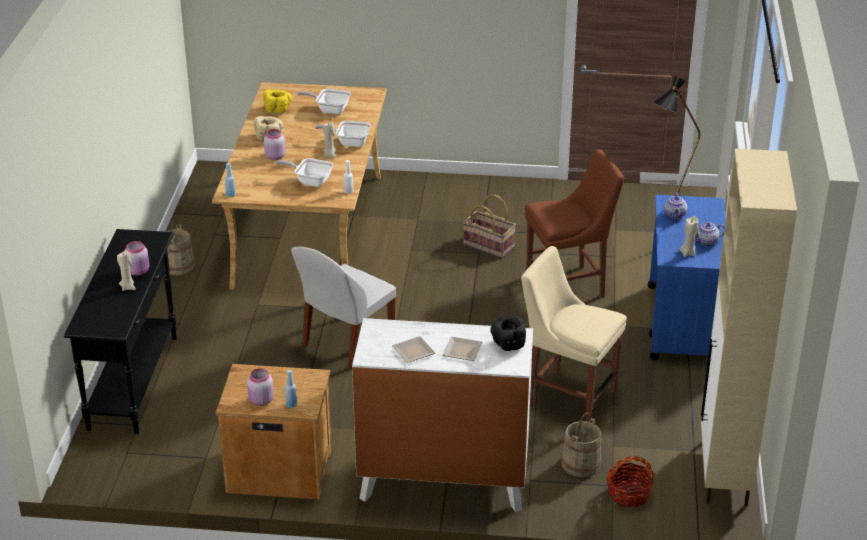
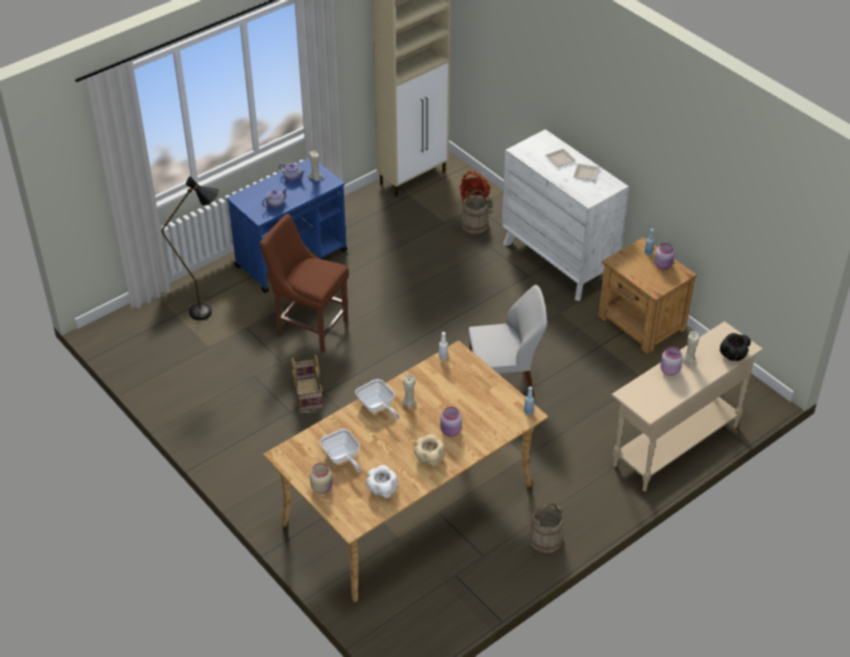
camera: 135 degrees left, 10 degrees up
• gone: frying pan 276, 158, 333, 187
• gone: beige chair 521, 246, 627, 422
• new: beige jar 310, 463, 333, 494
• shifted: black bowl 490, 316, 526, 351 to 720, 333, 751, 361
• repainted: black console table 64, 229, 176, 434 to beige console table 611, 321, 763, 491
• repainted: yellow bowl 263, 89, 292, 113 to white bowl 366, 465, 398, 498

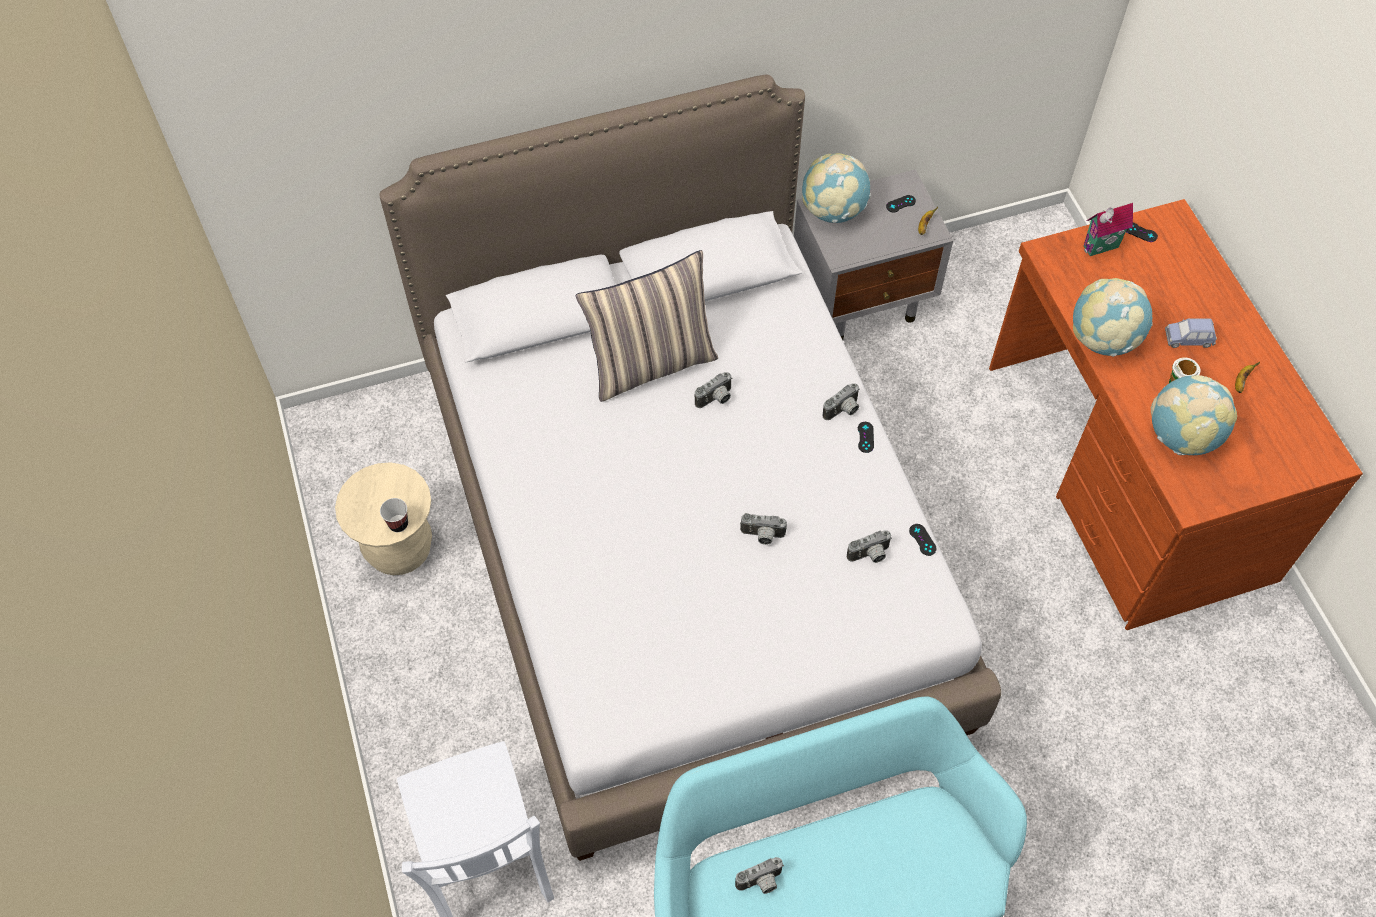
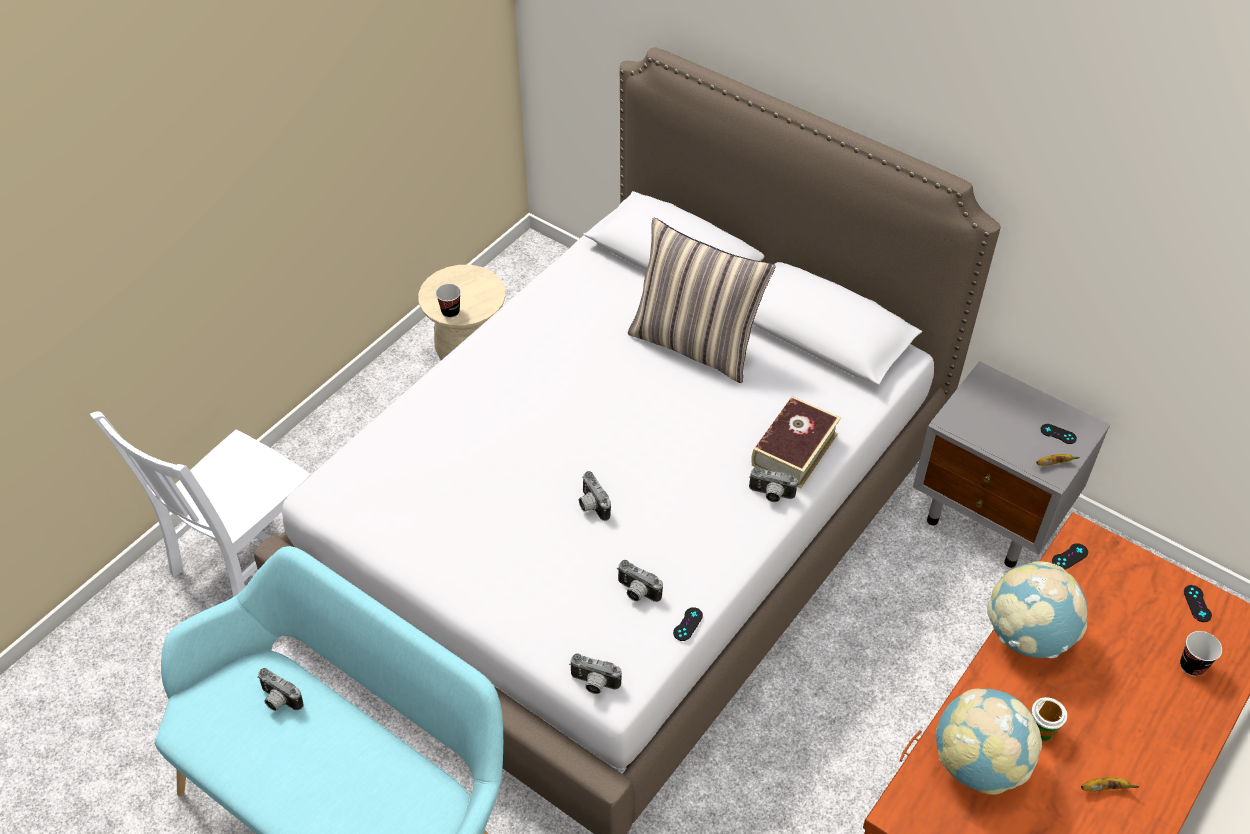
camera: 55 degrees right, 10 degrees down
• gone: globe 802, 153, 871, 223
• gone: toy house 1084, 203, 1133, 256
• gone: blue toy car 1165, 318, 1217, 348
• new: book 751, 396, 841, 488
• new: cup 1180, 631, 1222, 676
• shifted: photo camera 695, 372, 732, 408 to 569, 653, 622, 694
• shifted: black game controller 858, 422, 874, 453 to 1052, 543, 1088, 570

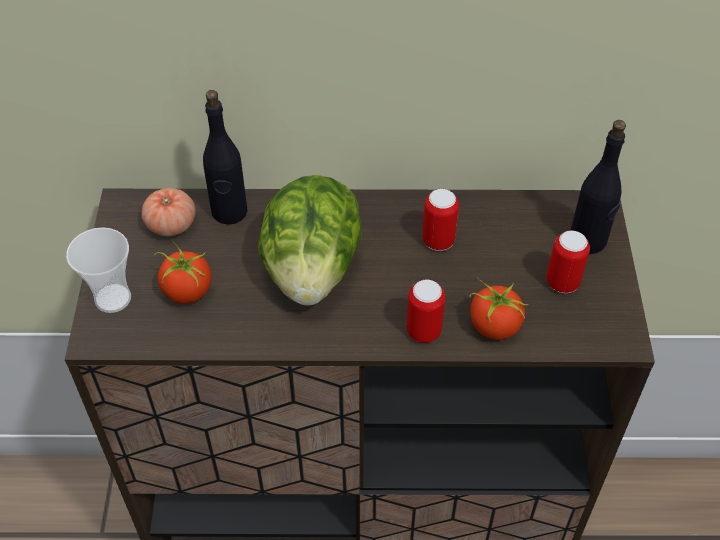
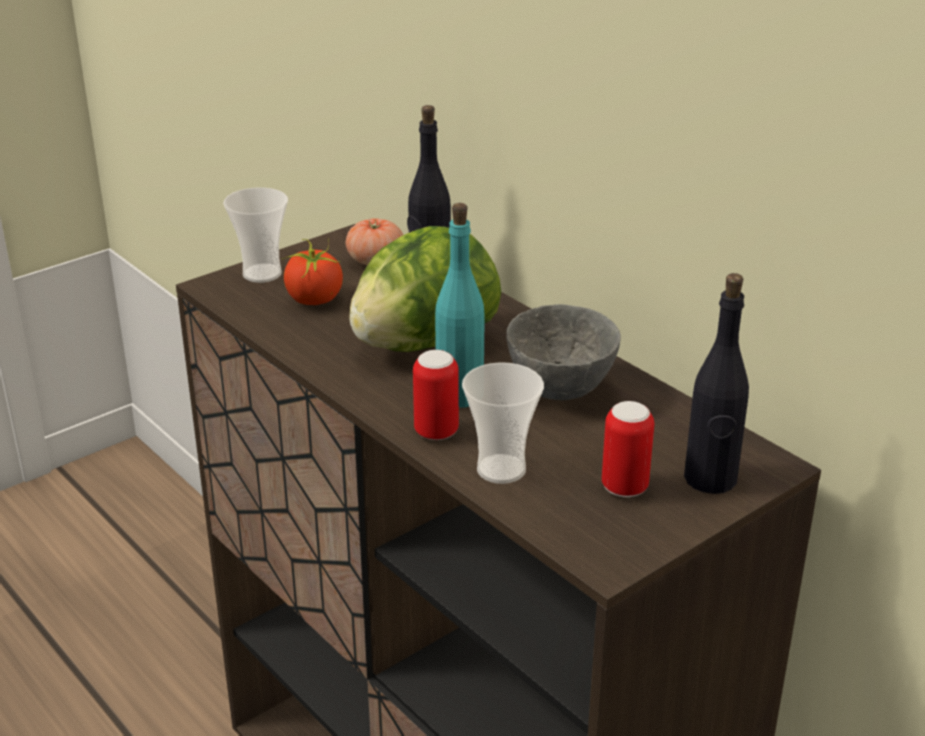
camera: 50 degrees right, 20 degrees down
• new: turquoise bottle 435, 203, 485, 408
• swapped: can 422, 189, 459, 251 to grey bowl 506, 304, 621, 400
• swapped: tomato 470, 278, 529, 340 to cup 462, 362, 544, 484

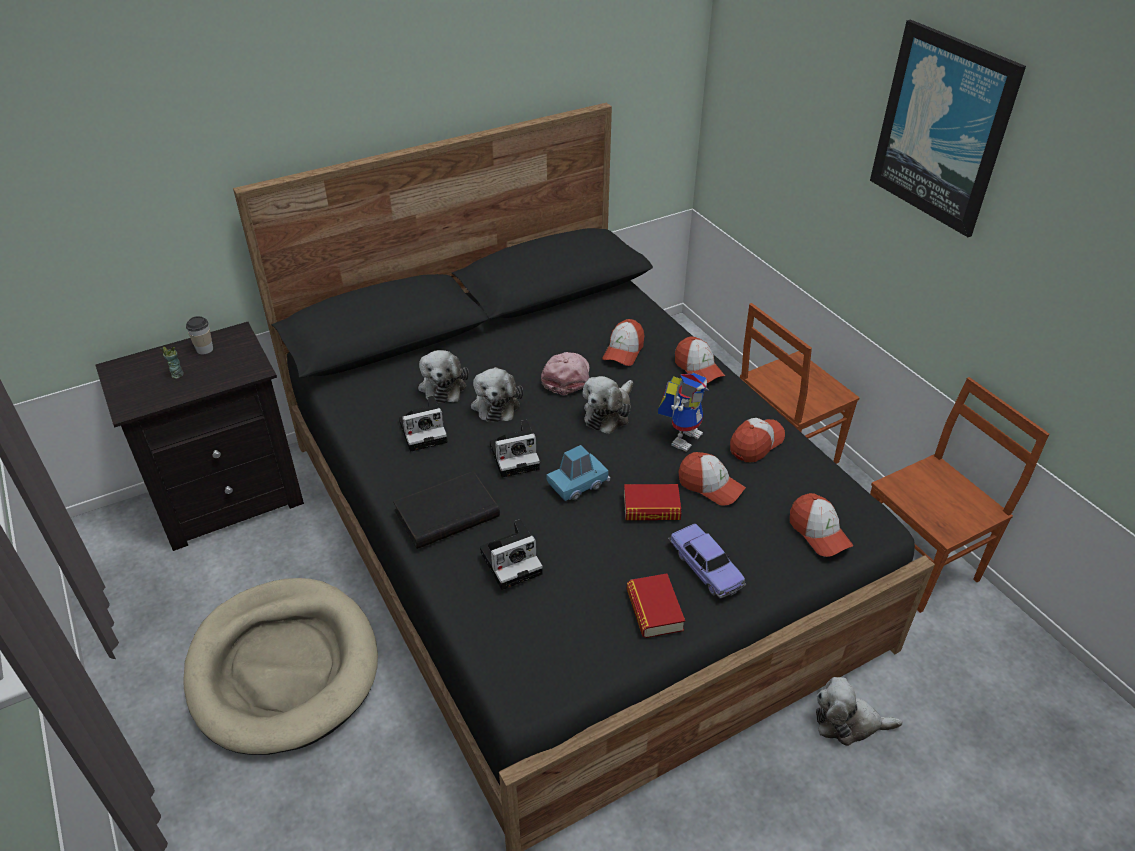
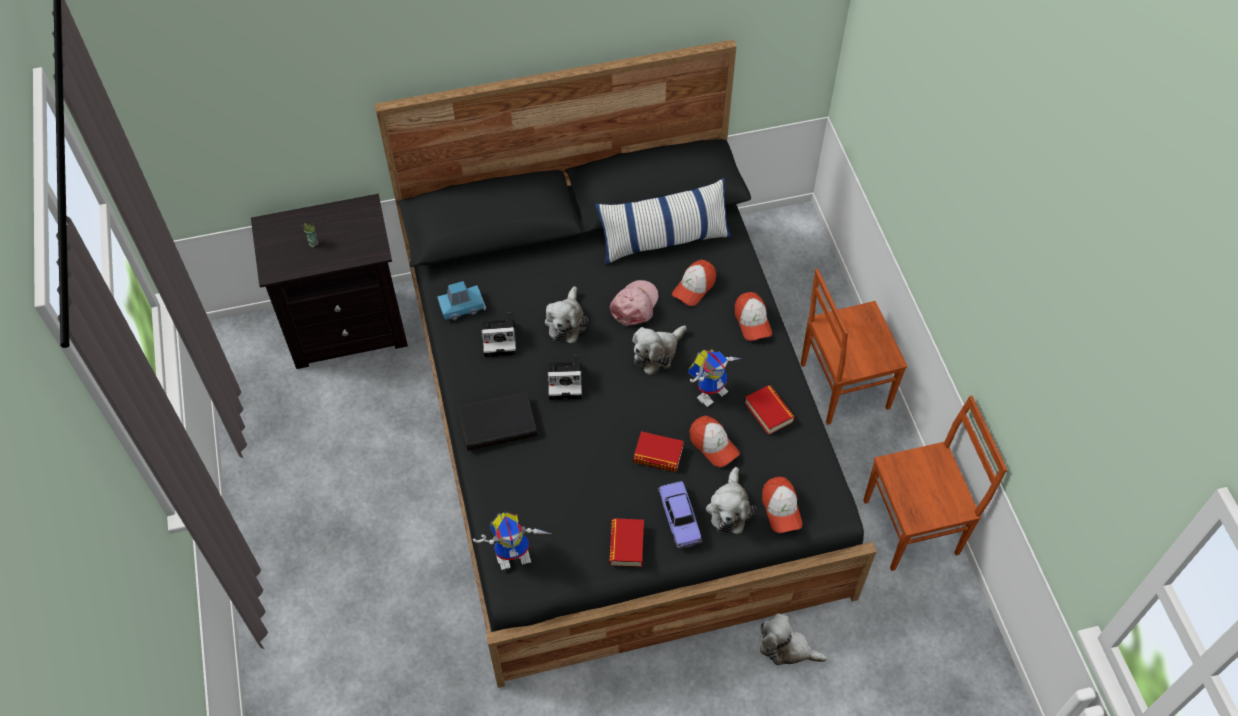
camera: 15 degrees right, 15 degrees up
• gone: beige dog bed 183, 578, 378, 755
• gone: cup 186, 316, 213, 354
• gone: photo camera 480, 519, 543, 590
• gone: picture 870, 20, 1026, 237
• new: toy robot 473, 512, 551, 570
• new: pillow 595, 178, 731, 265
• shifted: plush toy 418, 350, 469, 403 to 706, 467, 756, 534
• shifted: blue toy car 546, 445, 611, 501 to 437, 281, 486, 320
• swapped: cap 730, 418, 785, 462 to book 745, 385, 795, 435

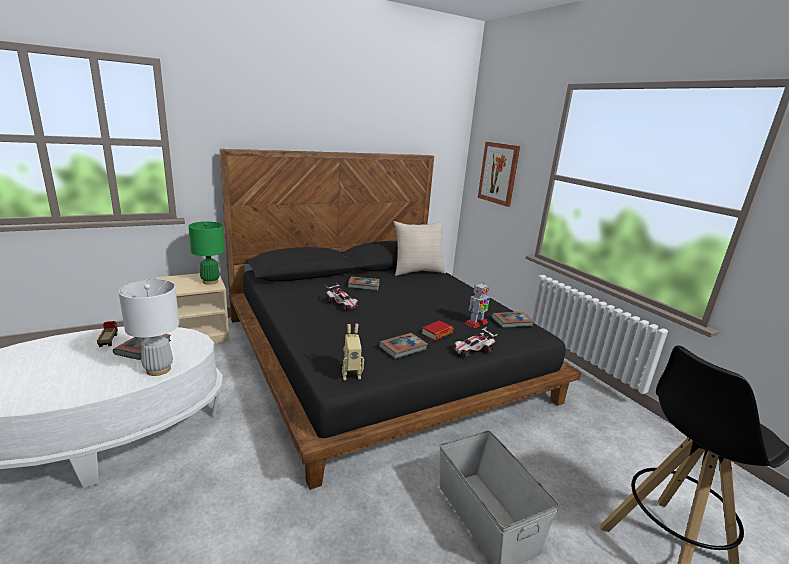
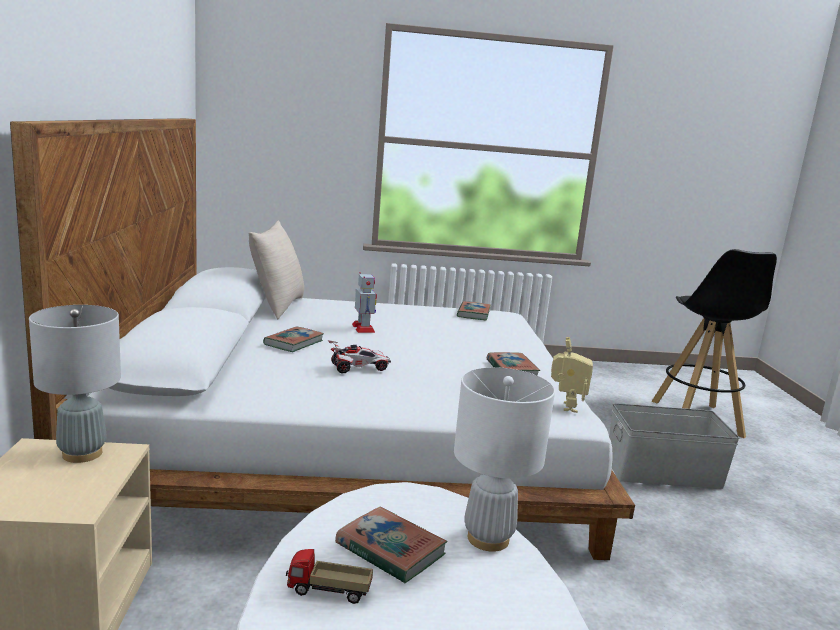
camera: 65 degrees left, 5 degrees down
• gone: book 422, 320, 454, 341
• gone: toy car 453, 327, 498, 358
• gone: picture 478, 142, 520, 207
• shifted: toy robot 465, 282, 490, 328 to 352, 272, 377, 333
• repainted: green table lamp 188, 222, 225, 284 to grey table lamp 29, 305, 121, 463
• repainted: black bed 220, 149, 581, 490 to white bed 10, 118, 635, 560

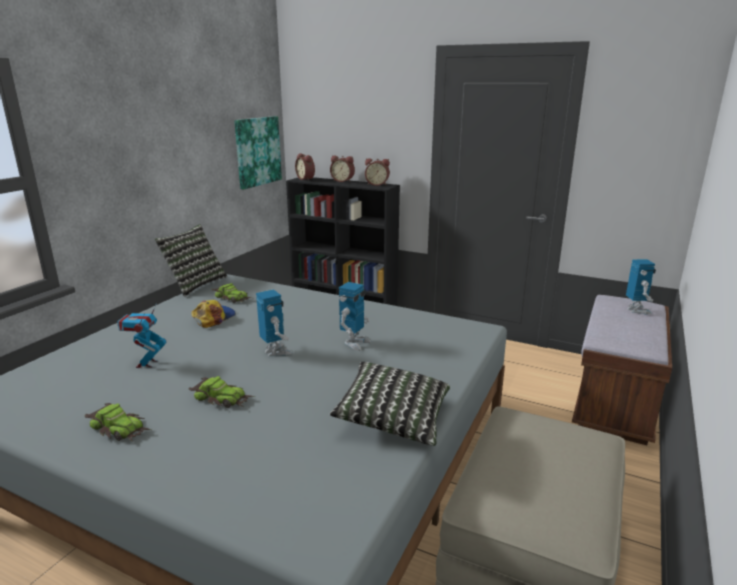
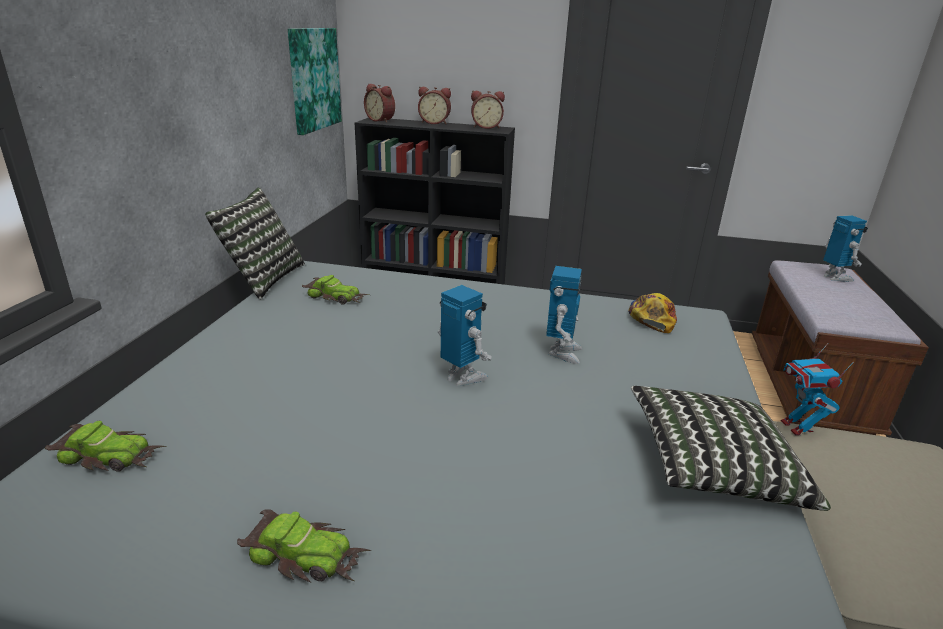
camera: 15 degrees left, 5 degrees up
• shifted: toy robot 117, 303, 166, 368 to 781, 343, 854, 436
• shifted: toy car 188, 376, 255, 408 to 45, 421, 167, 472
• shifted: cap 192, 300, 236, 328 to 628, 293, 677, 333

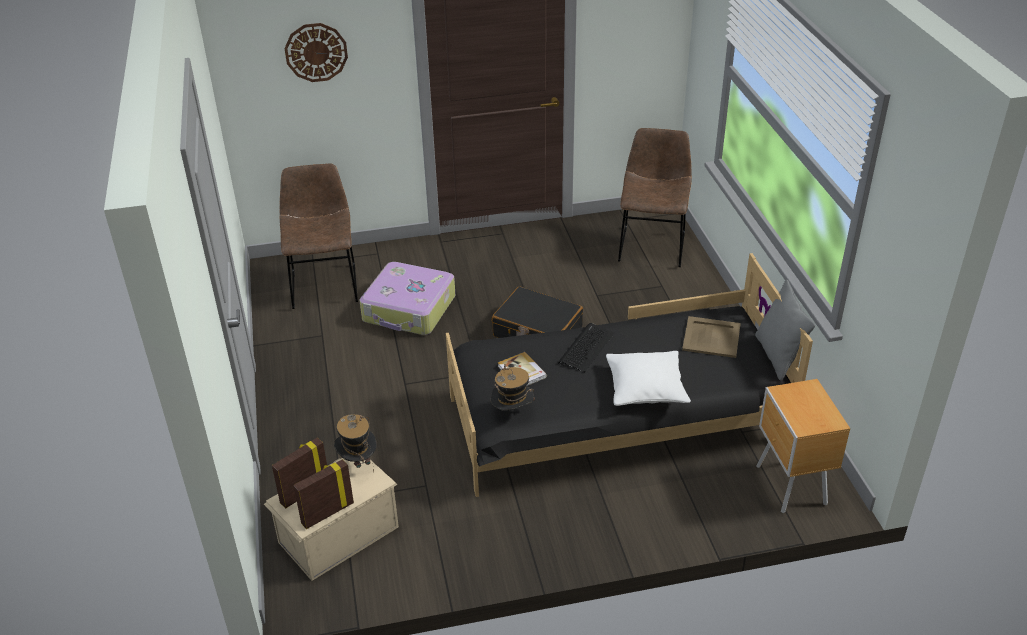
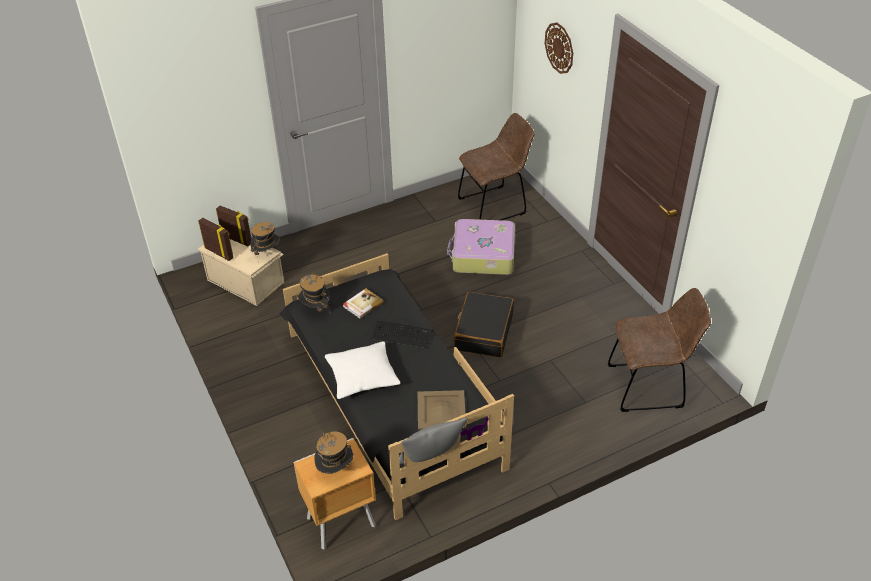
camera: 75 degrees right, 5 degrees up
• new: hat 314, 432, 353, 474

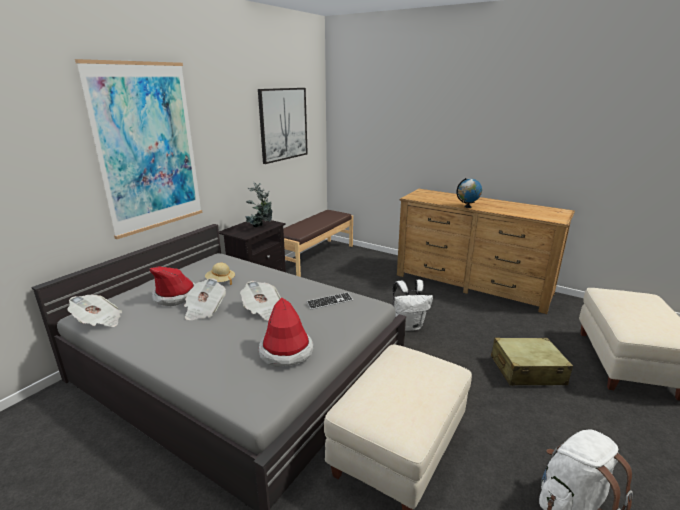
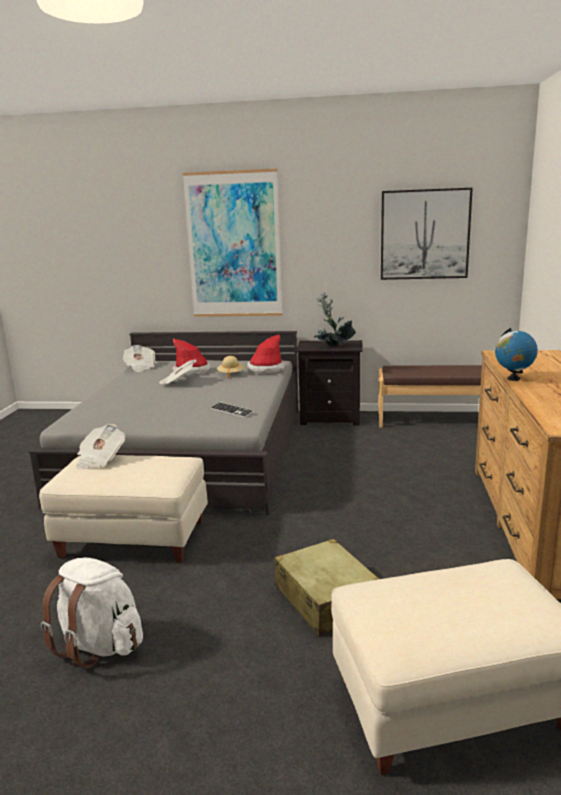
camera: 65 degrees right, 5 degrees down
• gone: white backpack 393, 280, 433, 331
• shifted: newspaper 240, 281, 281, 321 to 76, 424, 125, 470
• shifted: hat 259, 298, 313, 367 to 247, 334, 285, 374

